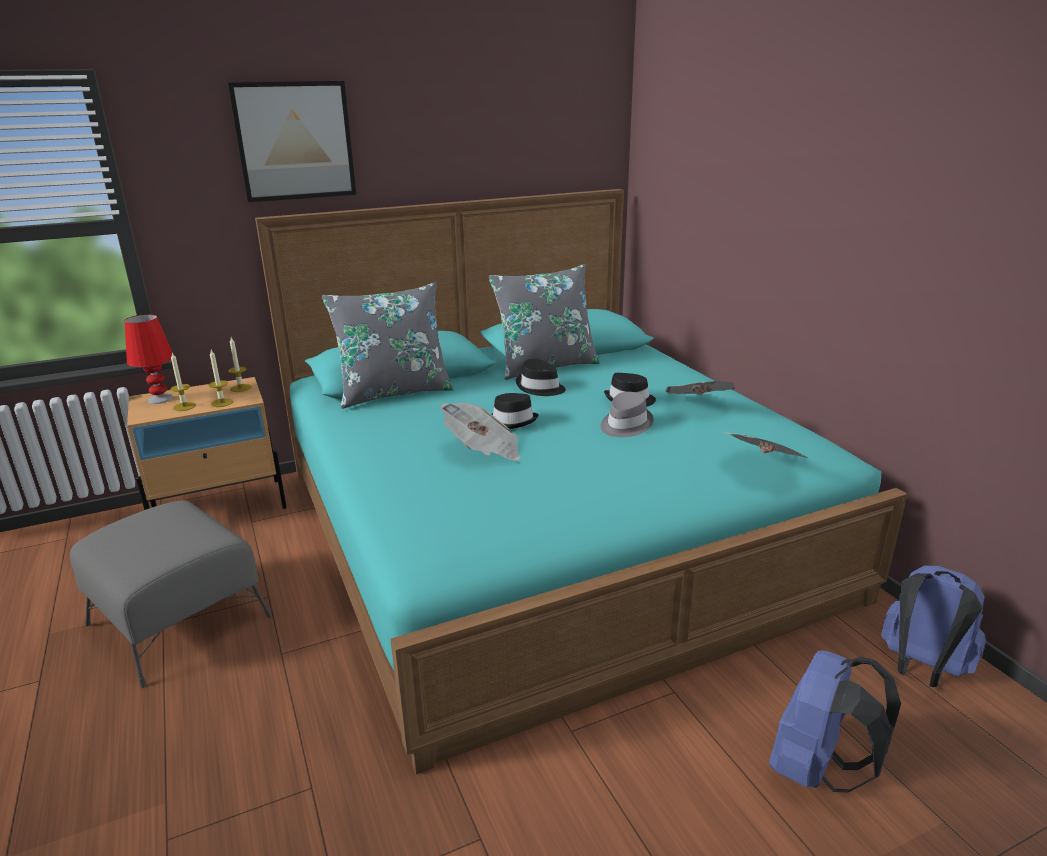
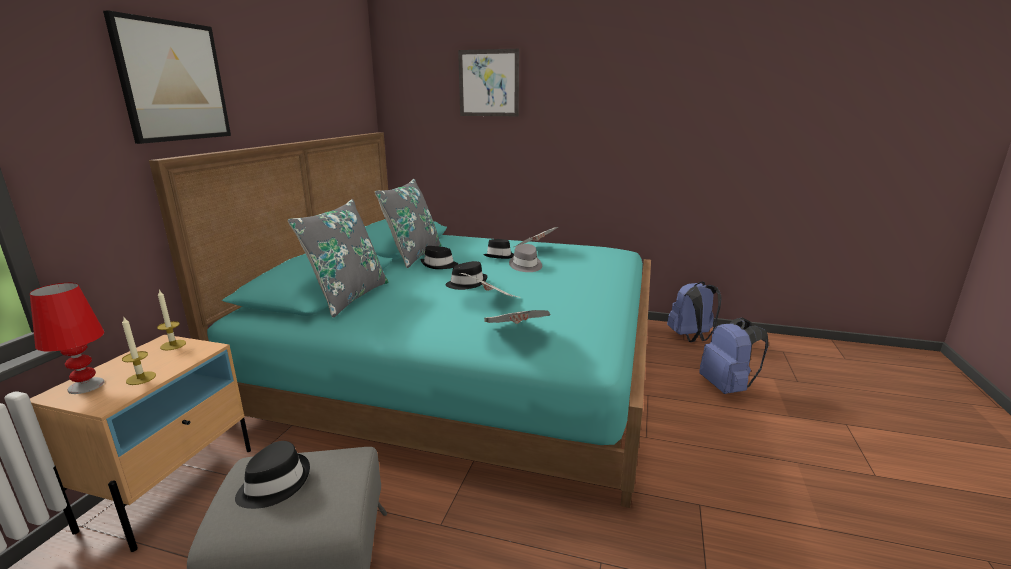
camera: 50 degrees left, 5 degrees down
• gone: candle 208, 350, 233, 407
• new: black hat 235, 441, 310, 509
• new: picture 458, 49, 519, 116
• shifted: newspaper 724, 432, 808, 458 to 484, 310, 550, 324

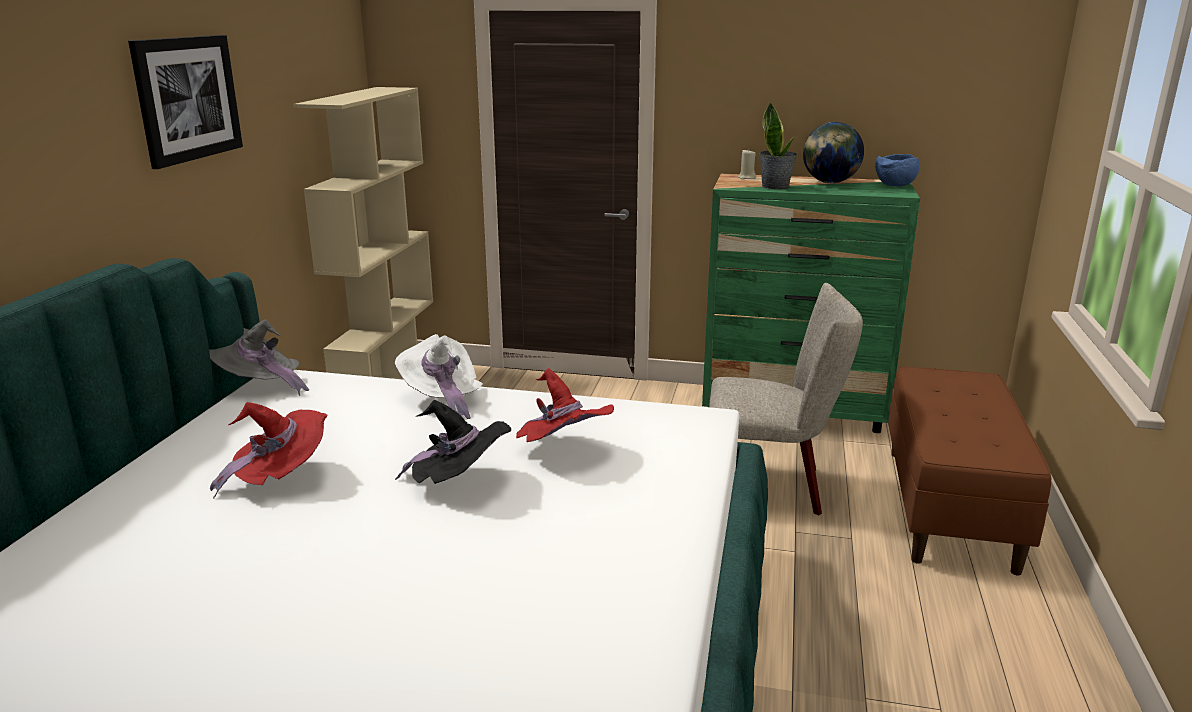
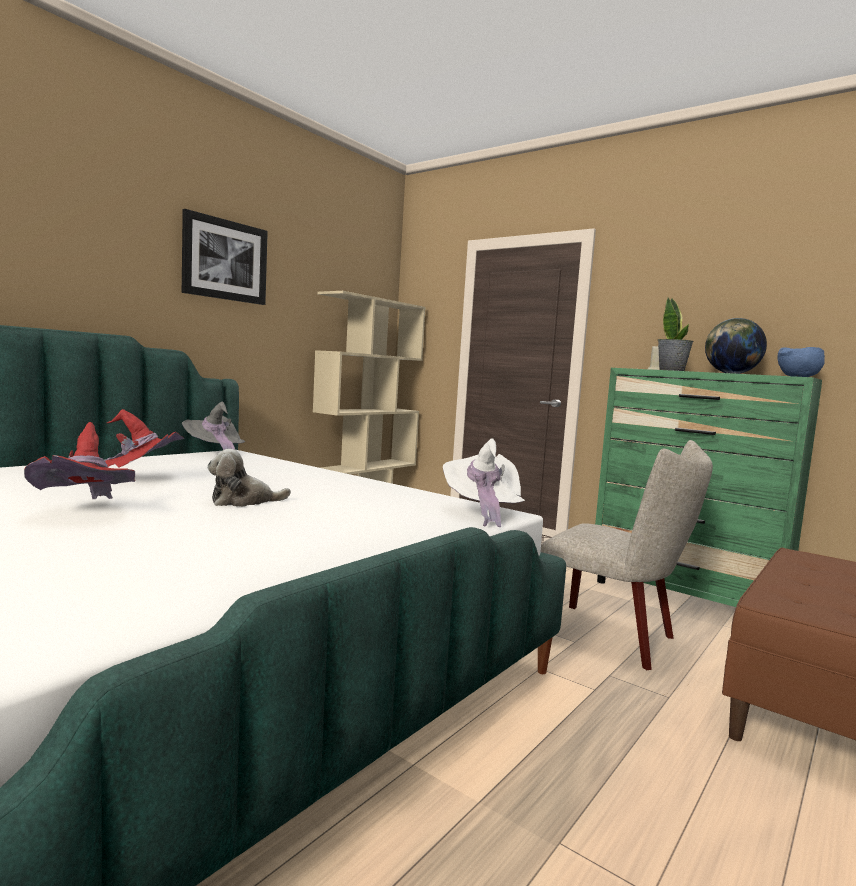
camera: 25 degrees right, 15 degrees down
• shifted: white hat 395, 334, 483, 419 to 443, 438, 525, 527
• shifted: red hat 516, 368, 614, 442 to 24, 422, 135, 499
• swapped: black hat 395, 400, 511, 484 to plush toy 207, 449, 291, 507

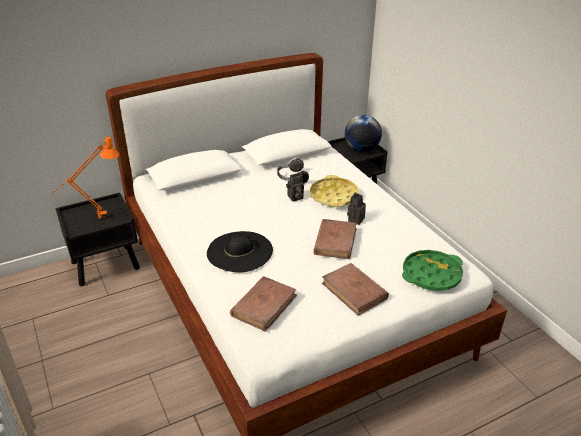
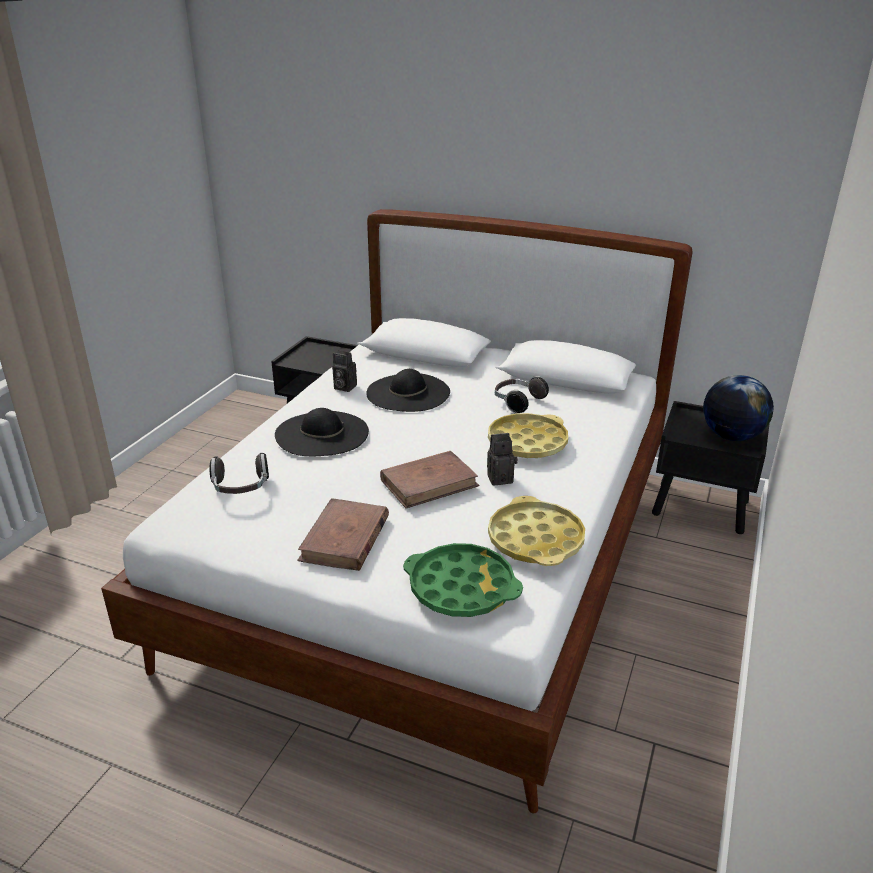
camera: 50 degrees right, 5 degrees down
• gone: orange table lamp 55, 137, 120, 219
• new: black hat 366, 369, 450, 412
• new: yellow tray 488, 496, 585, 566
• shifted: photo camera 286, 173, 304, 201 to 332, 351, 357, 392
• swapped: brown book 230, 276, 297, 332 to headphones 210, 453, 269, 494

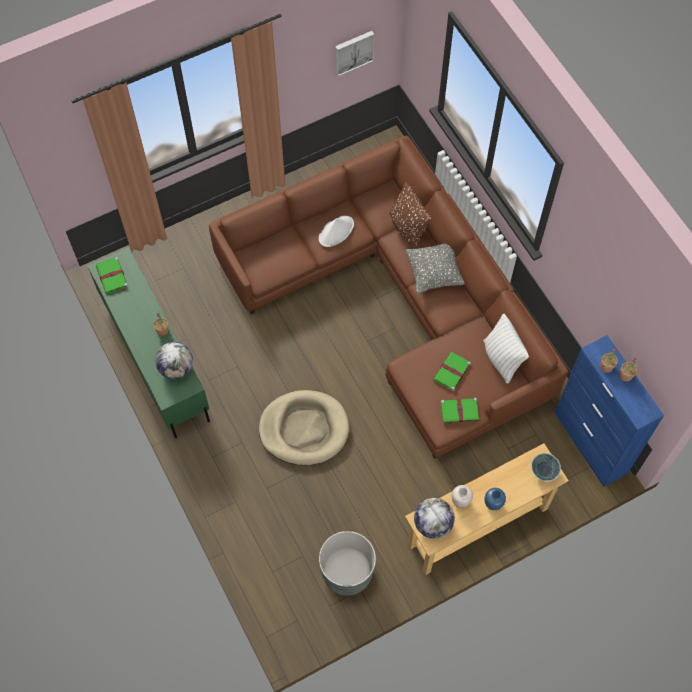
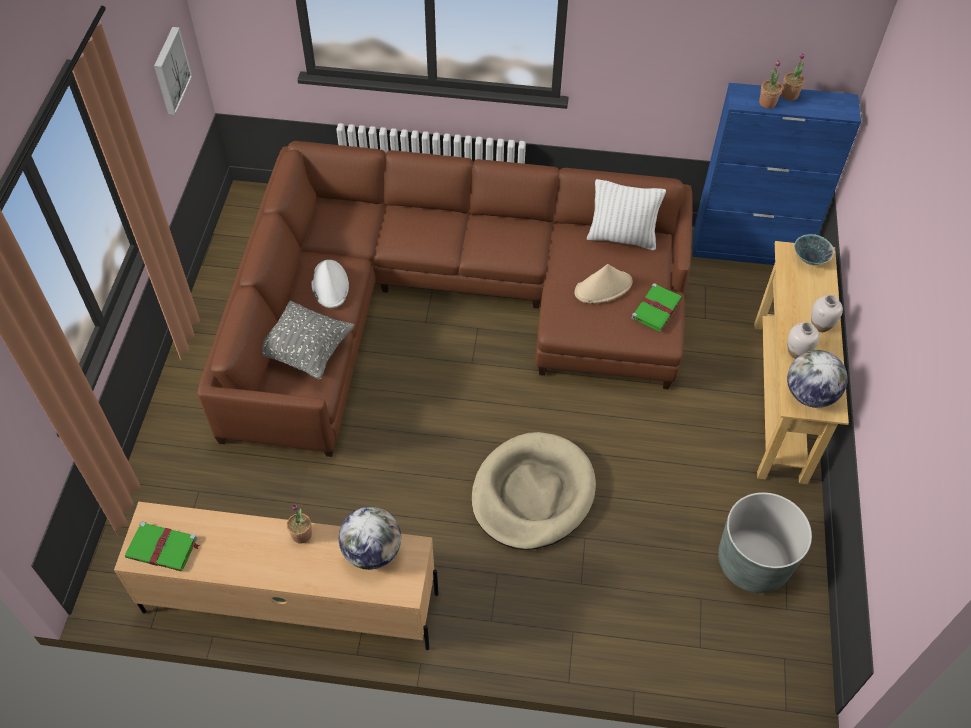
camera: 55 degrees left, 10 degrees down
• gone: brown pillow 390, 182, 431, 249
• shifted: grey pillow 406, 244, 465, 294 to 262, 300, 355, 380
• swapped: green book 433, 352, 471, 392 to beige hat 575, 264, 633, 303
• repainted: green tv stand 87, 247, 210, 438 to beige tv stand 114, 502, 439, 650
• repainted: blue vase 484, 488, 506, 511 to white vase 811, 295, 843, 332

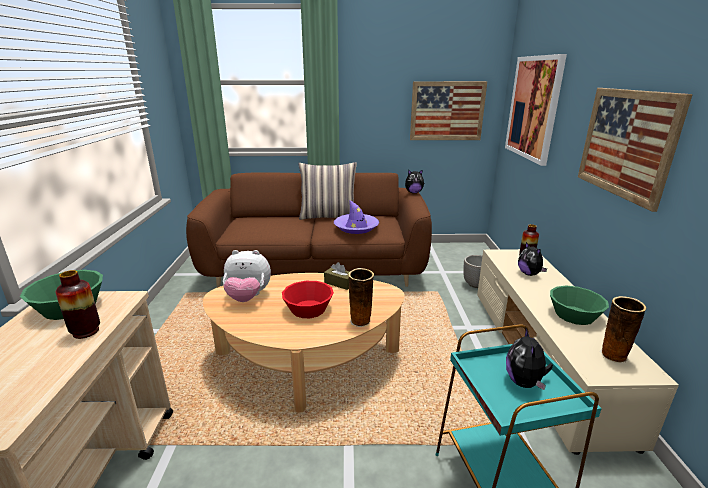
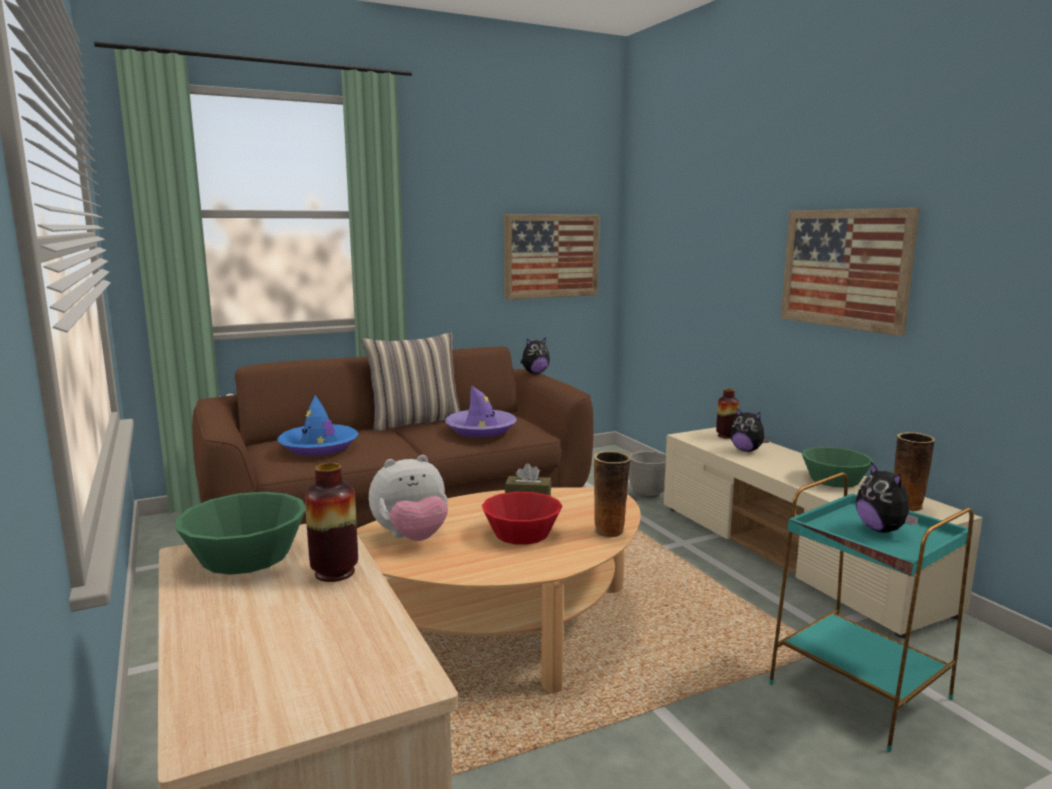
camera: 25 degrees left, 10 degrees down
• gone: picture 505, 54, 567, 166
• new: blue hat 278, 395, 359, 456

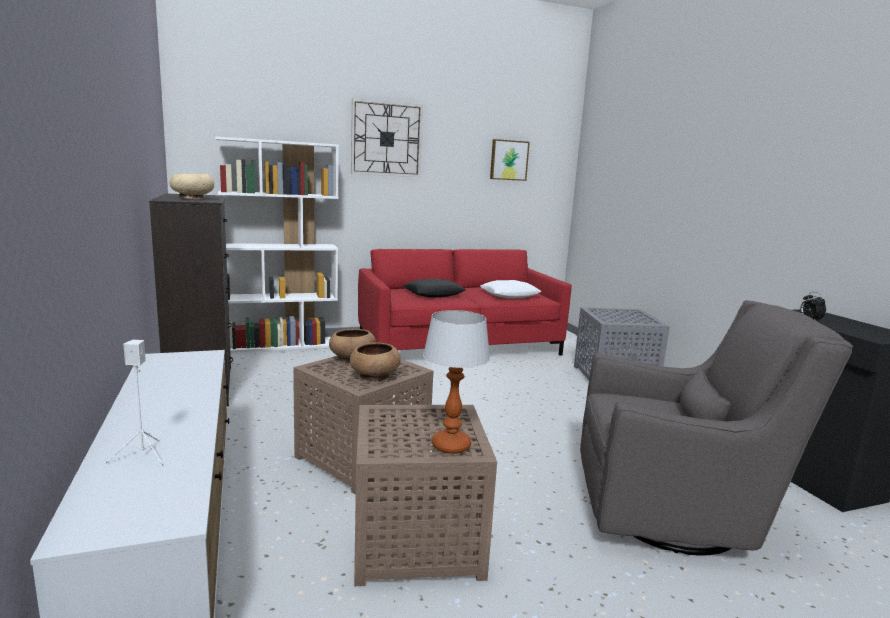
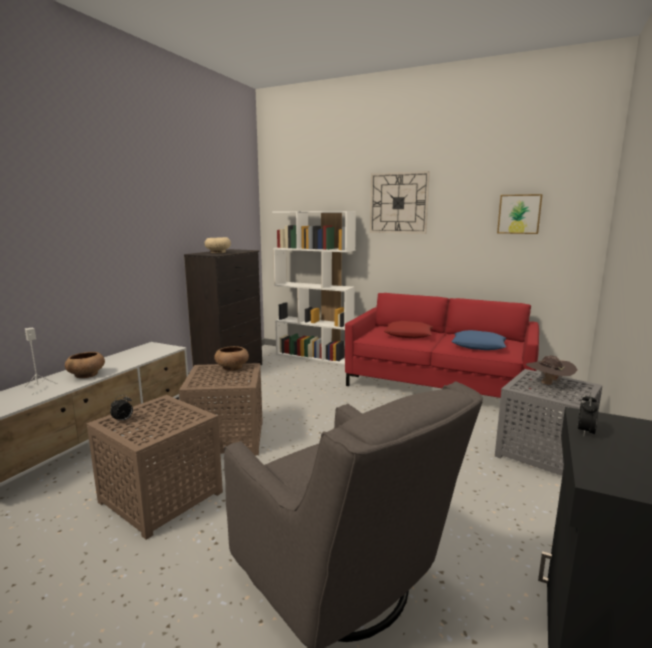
camera: 45 degrees right, 0 degrees up
• gone: table lamp 423, 310, 490, 454
• new: alarm clock 110, 395, 133, 422
• new: brown hat 526, 355, 577, 386
• shifted: brown bowl 350, 342, 401, 381 to 65, 352, 105, 378
• repainted: black pillow 403, 279, 466, 298 to red pillow 384, 321, 434, 338
• repainted: white pillow 480, 280, 542, 298 to blue pillow 451, 330, 507, 350

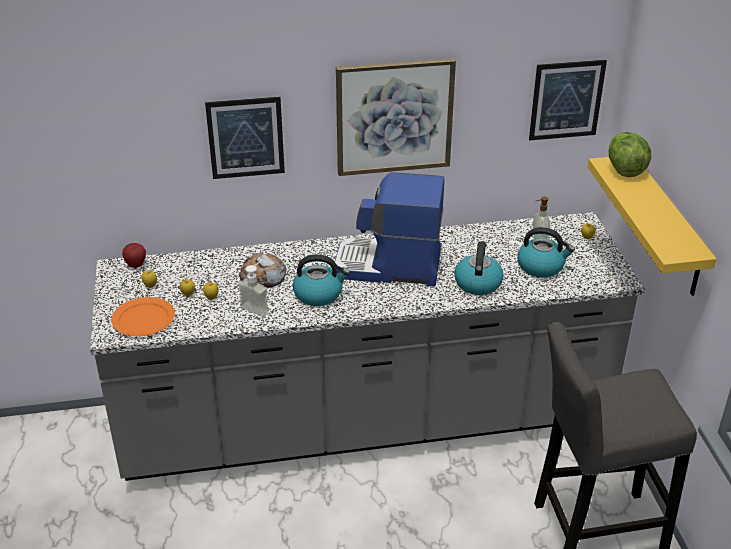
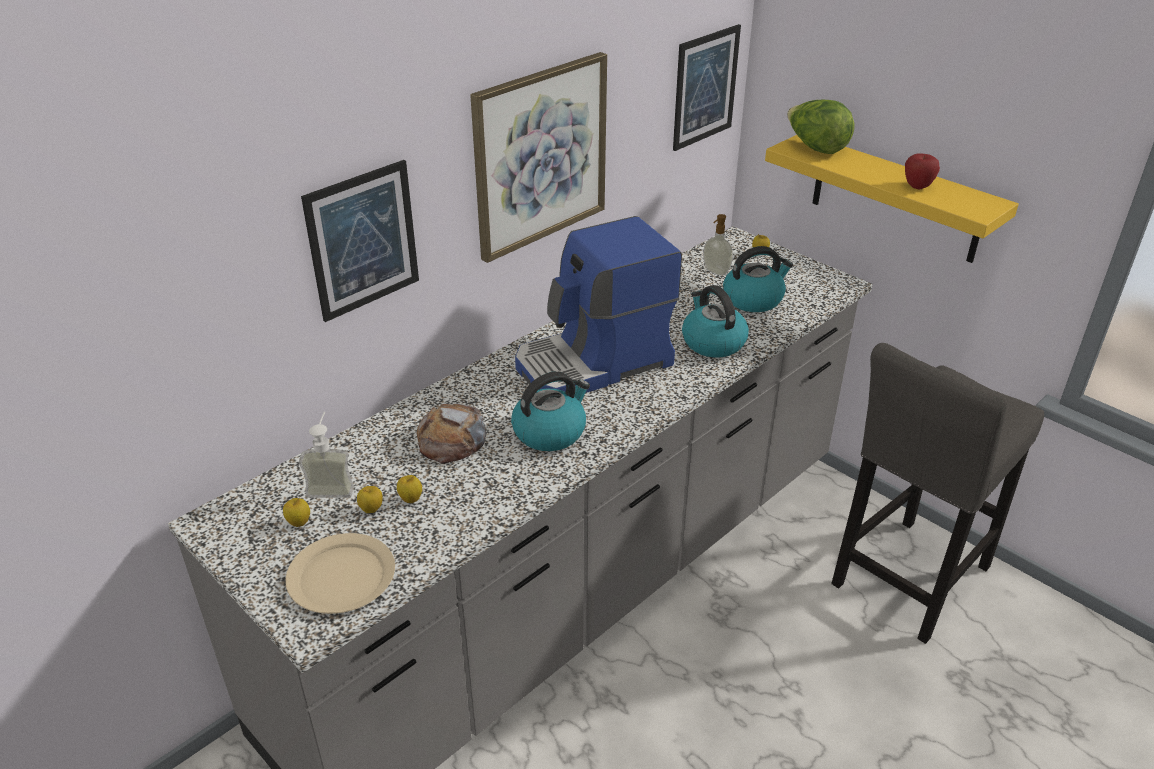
camera: 35 degrees left, 0 degrees up
• shifted: apple 122, 243, 146, 268 to 905, 153, 940, 189
• shifted: soap dispenser 238, 260, 269, 317 to 299, 412, 354, 498
• repainted: orange plate 111, 297, 175, 336 to beige plate 285, 533, 395, 614

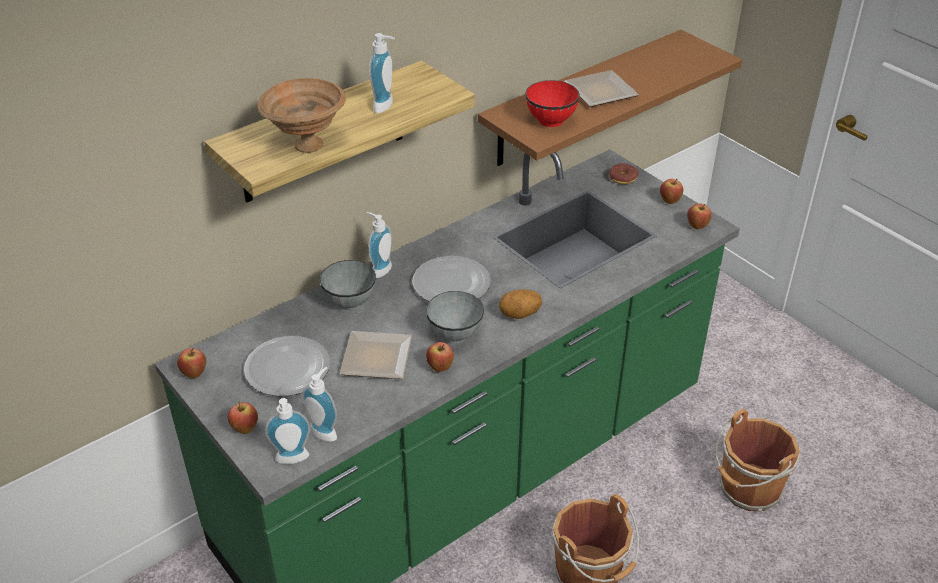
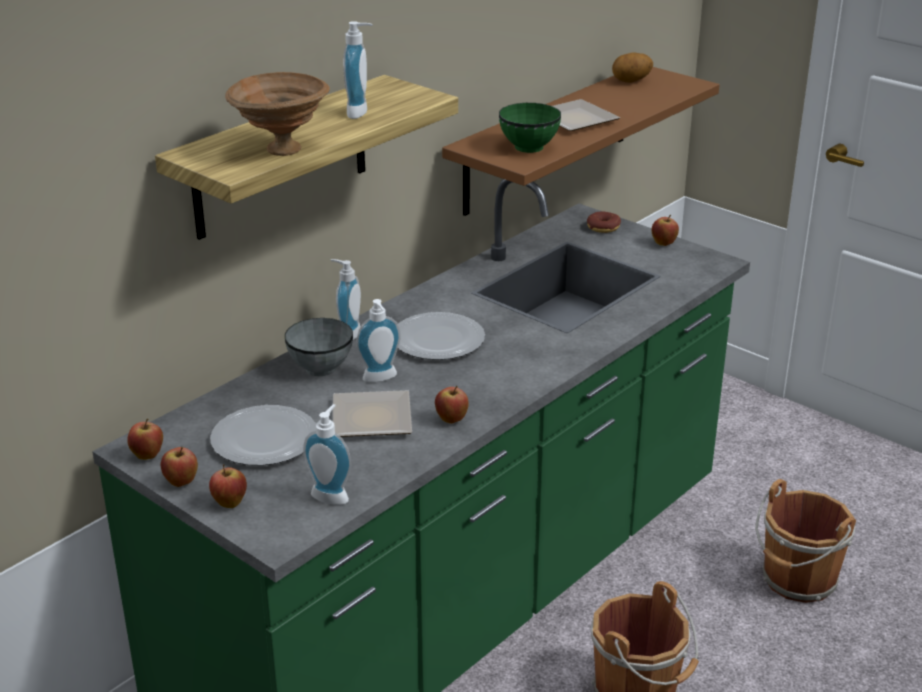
camera: 10 degrees left, 10 degrees down
• gone: grey bowl 426, 291, 484, 343
• shifted: soap dispenser 265, 398, 311, 464 to 356, 299, 401, 382
• shifted: potato 499, 289, 542, 319 to 612, 52, 653, 83
• shifted: apple 687, 204, 712, 229 to 161, 447, 198, 487
• repainted: red bowl 526, 80, 580, 127 to green bowl 499, 103, 561, 153

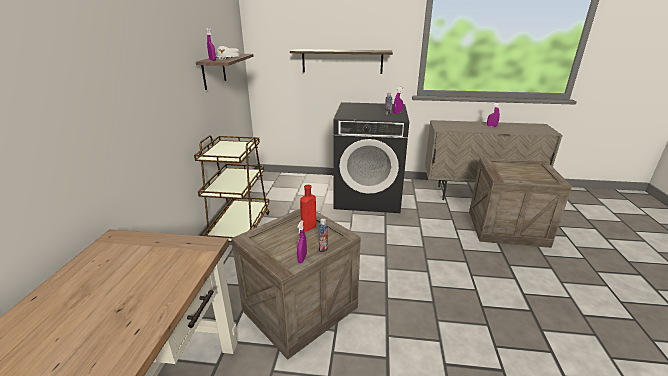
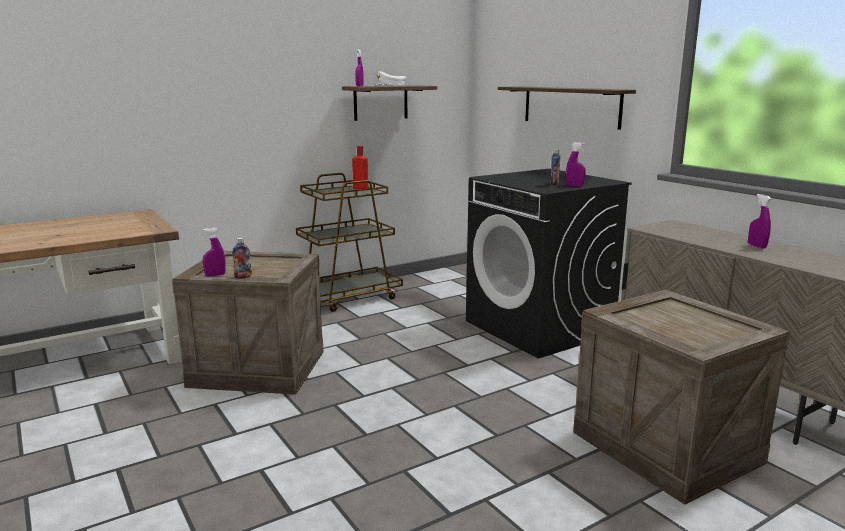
camera: 50 degrees right, 10 degrees down
• shifted: red bottle 300, 185, 316, 231 to 352, 146, 368, 189

